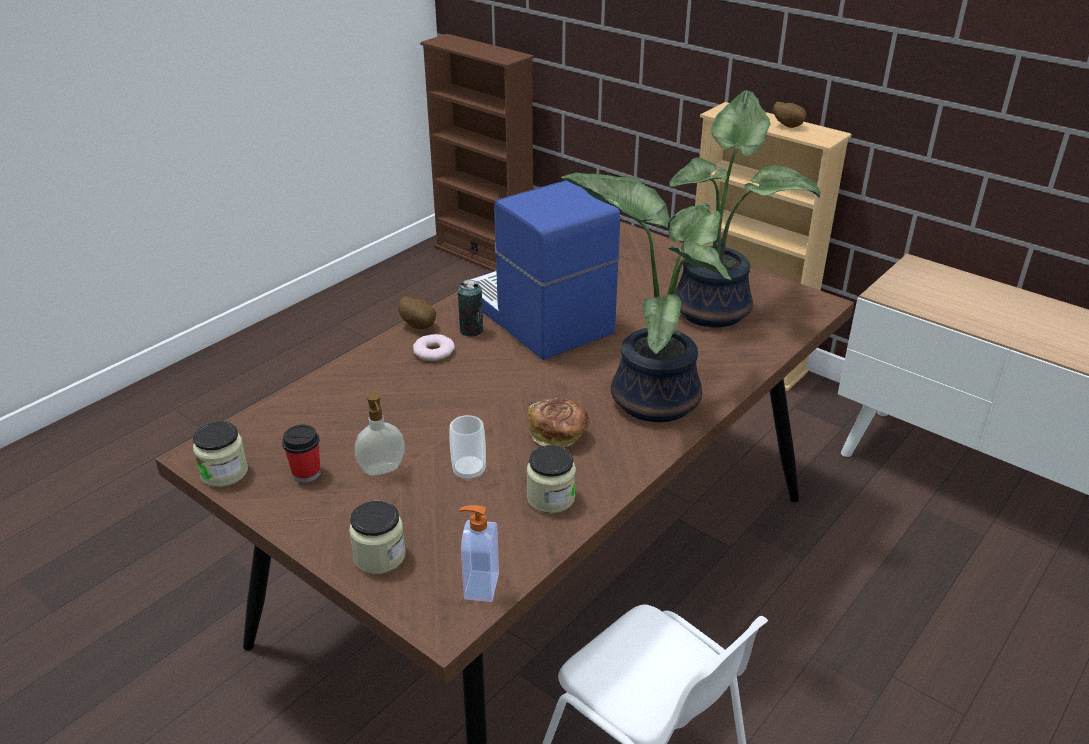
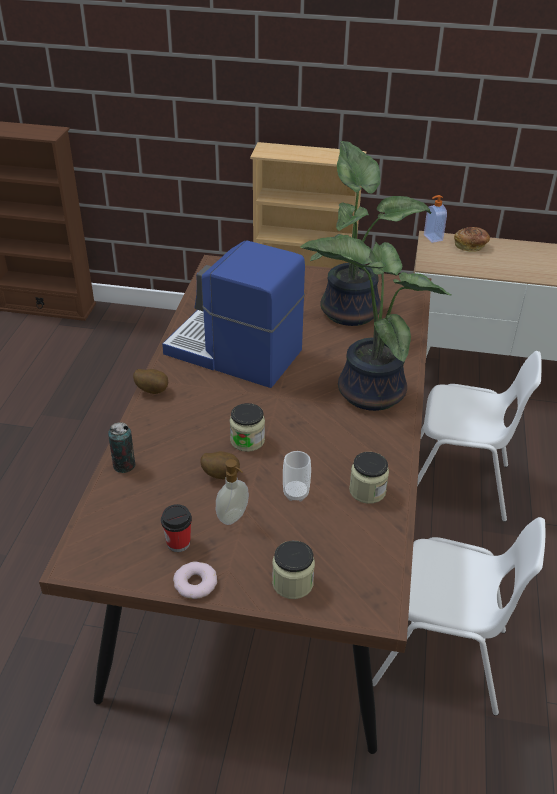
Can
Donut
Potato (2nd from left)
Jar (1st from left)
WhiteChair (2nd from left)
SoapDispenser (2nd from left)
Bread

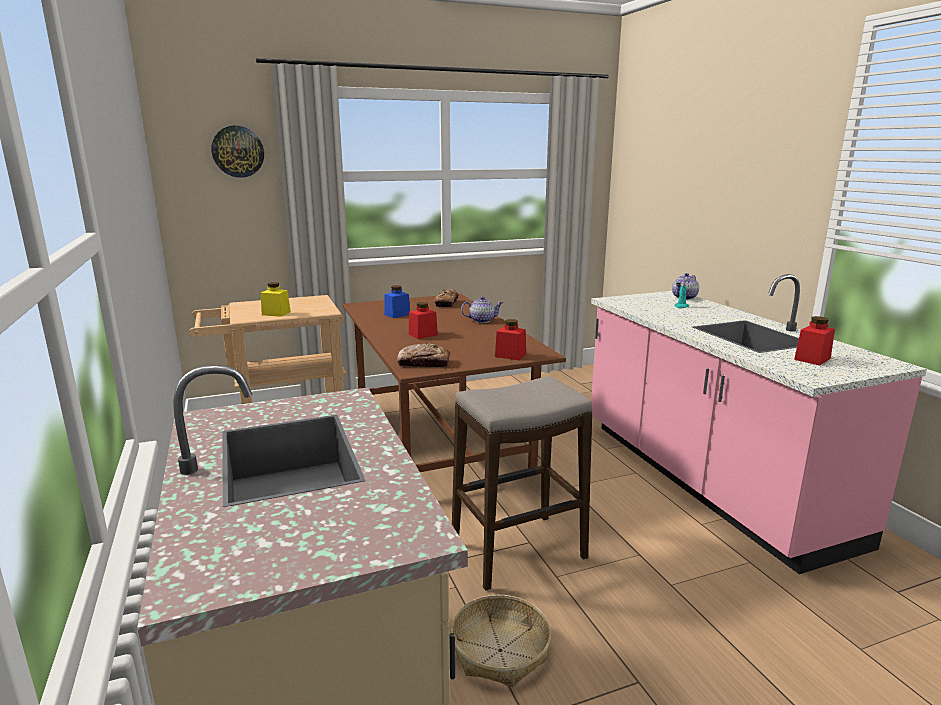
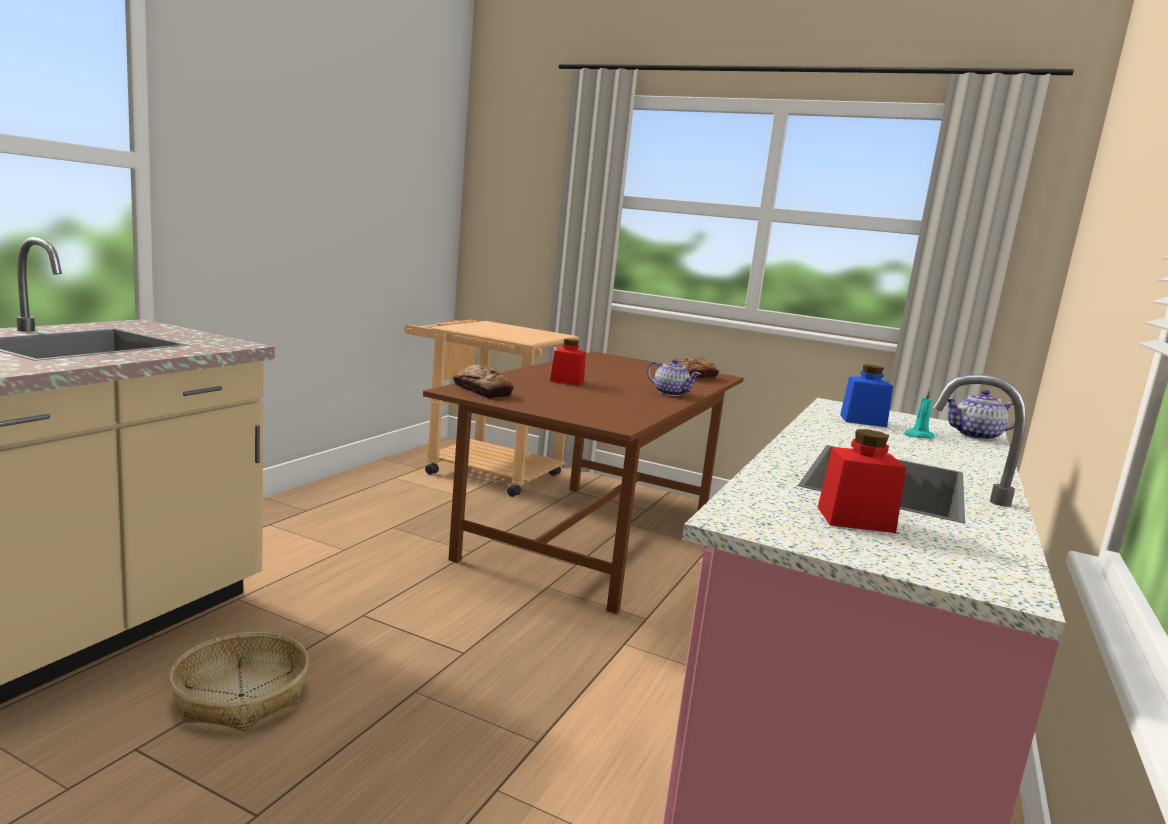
BlueJar
WallClock
YellowJar
Stool
RedJar (2nd from left in the first image)

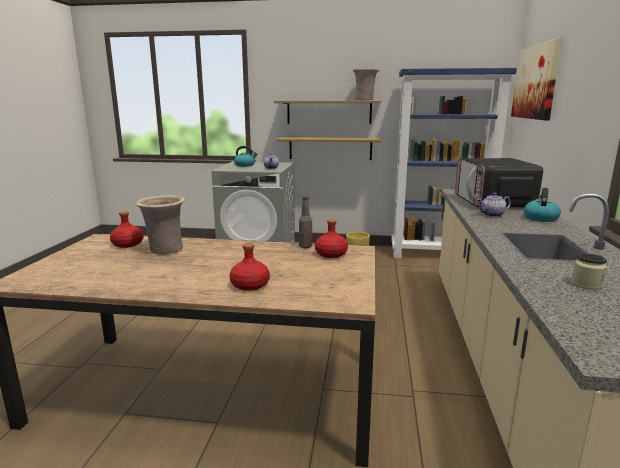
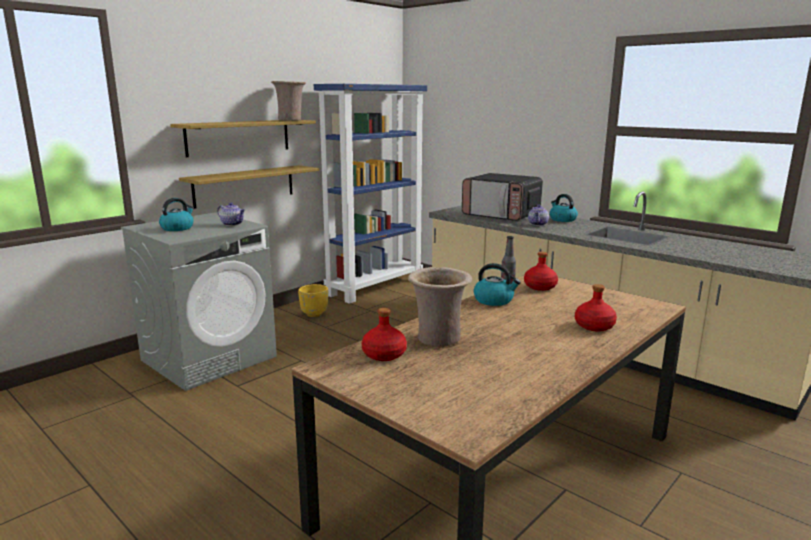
Kettle (2nd from left)
Picture
Jar

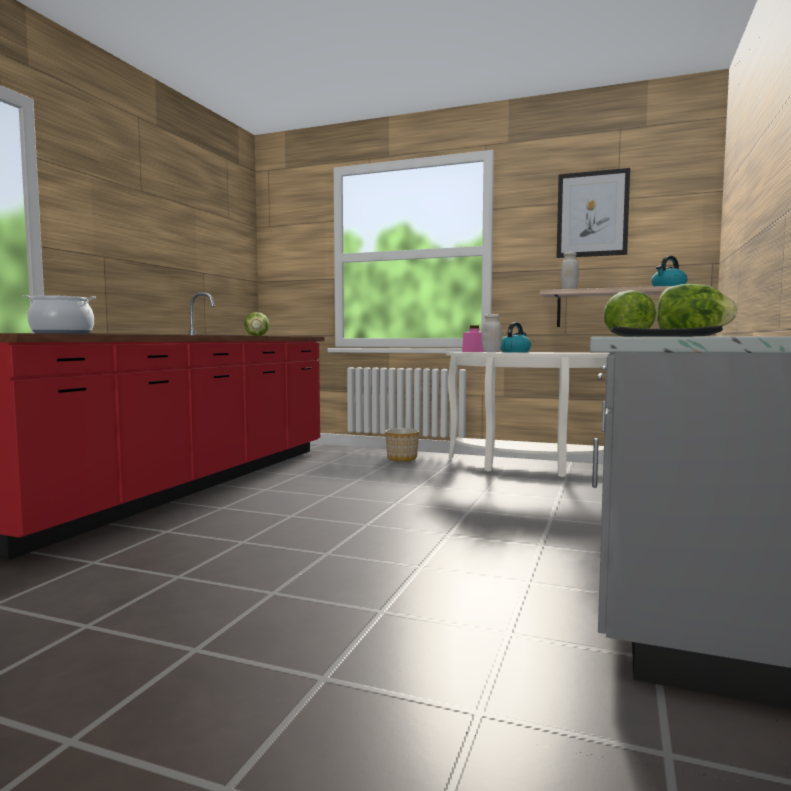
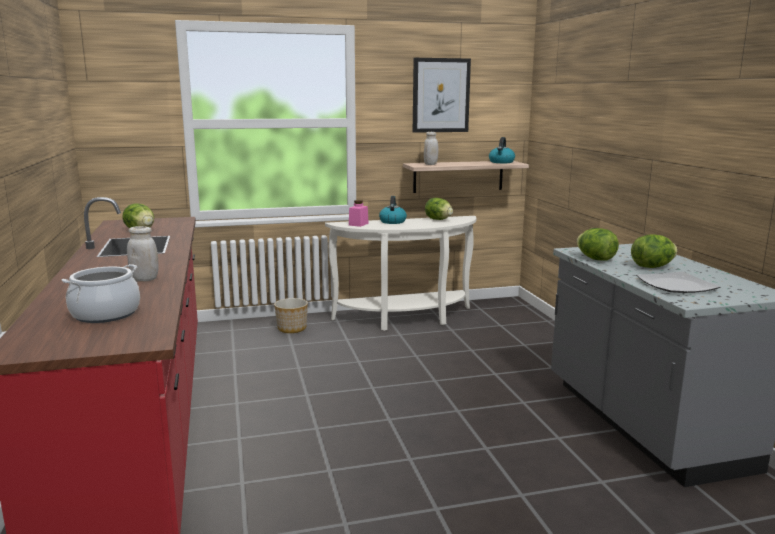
WhiteJar (1st from left)
Lettuce (2nd from left)

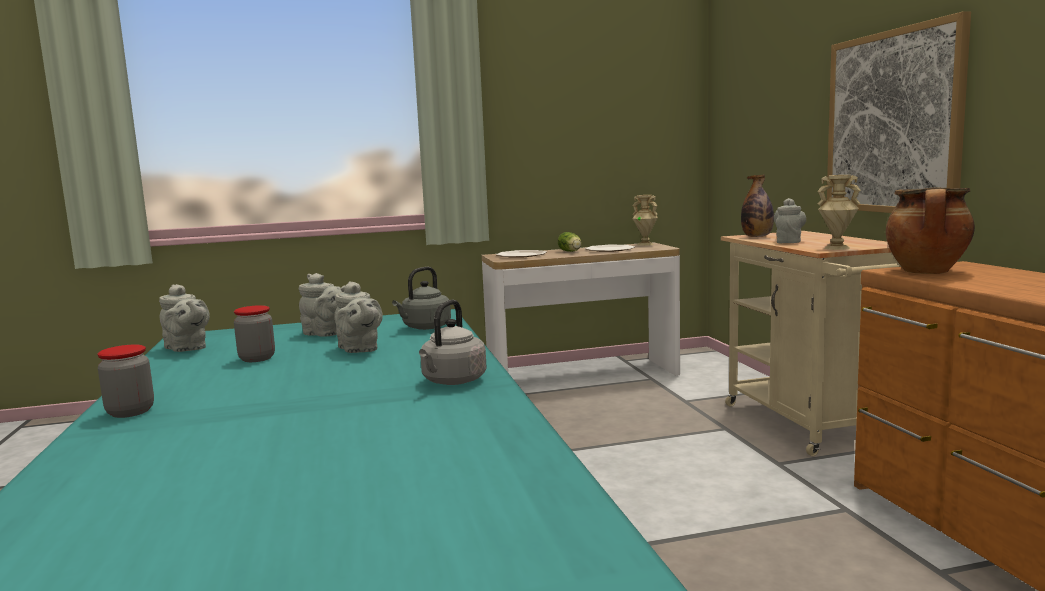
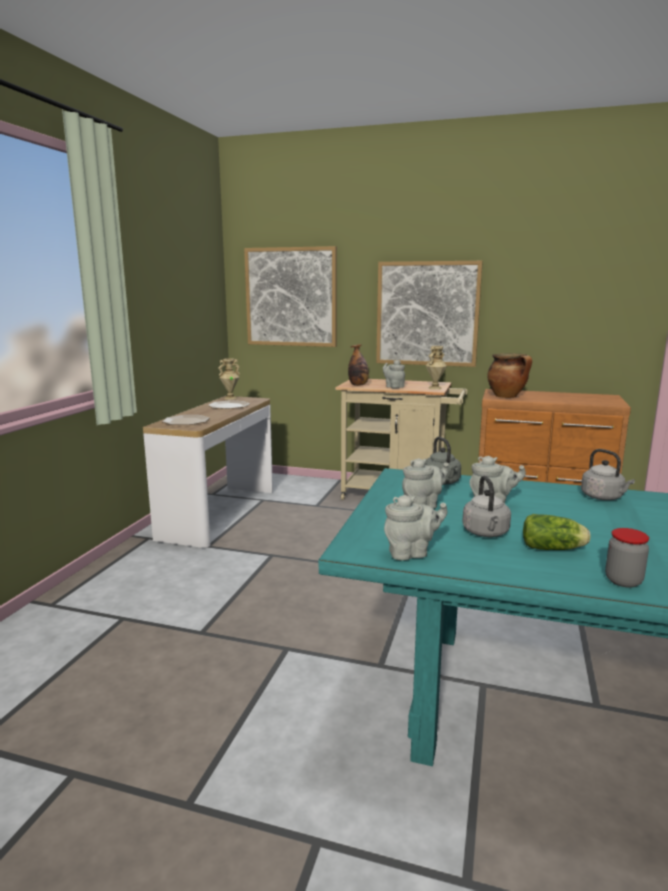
Picture (1st from left)
GreyKettle (2nd from left)
Lettuce

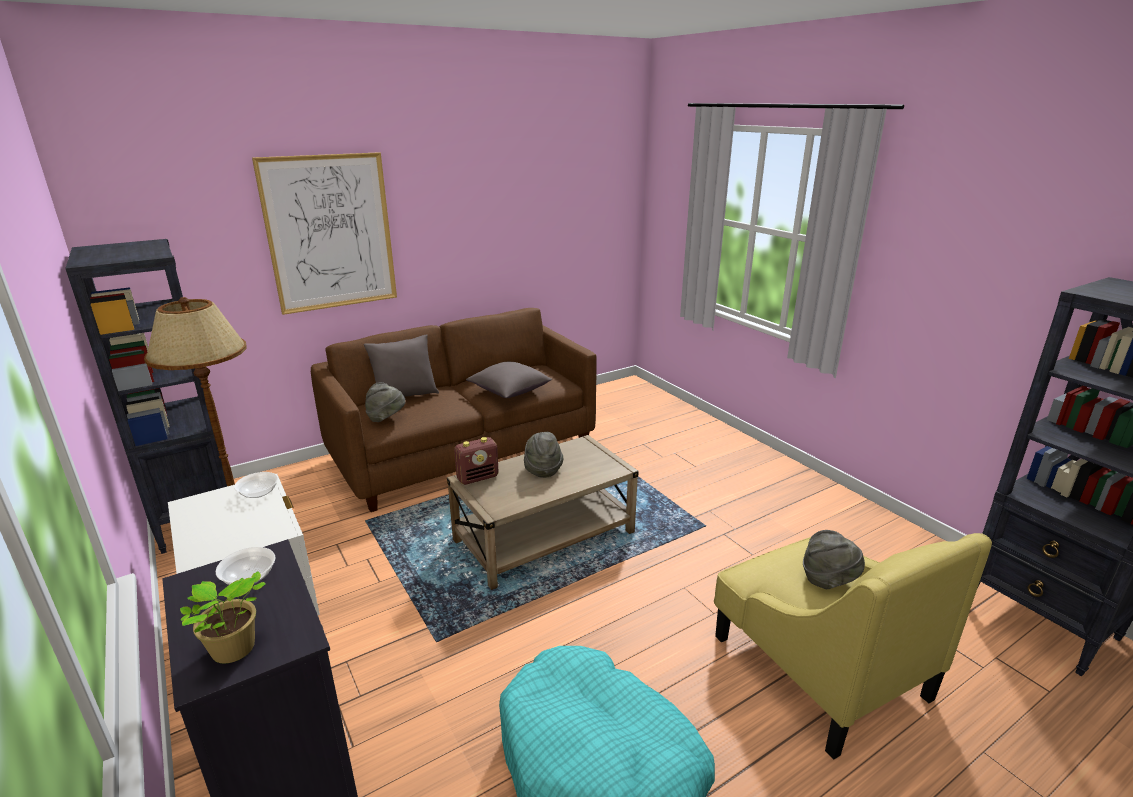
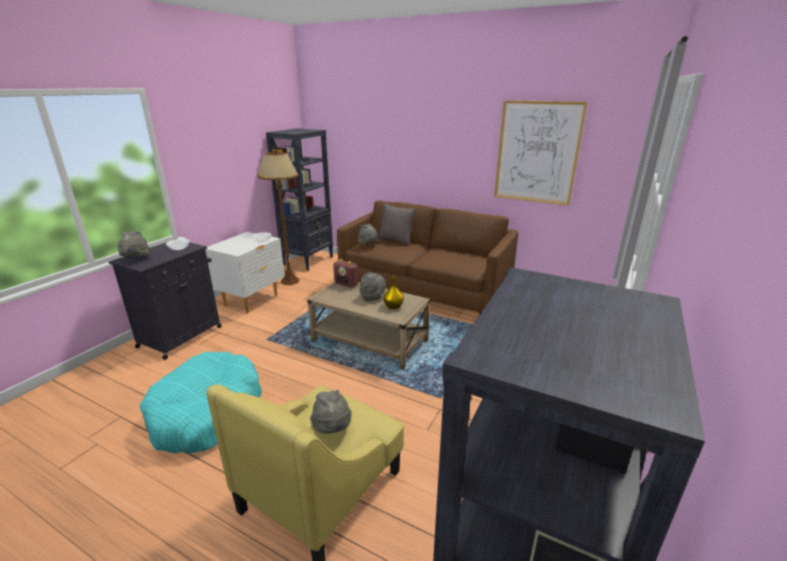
GreyHat (1st from left)
YellowVase
Picture
GreyPillow (2nd from left in the first image)

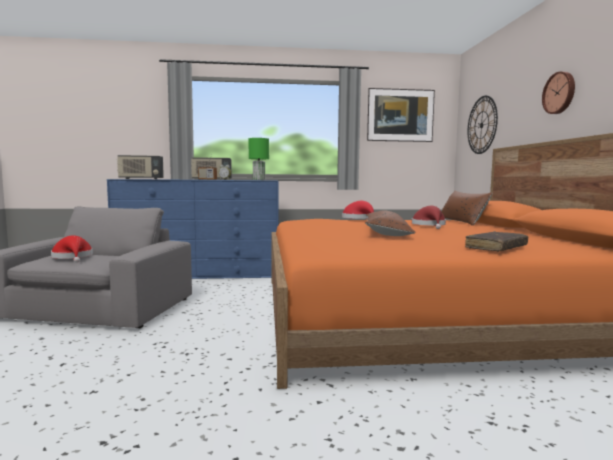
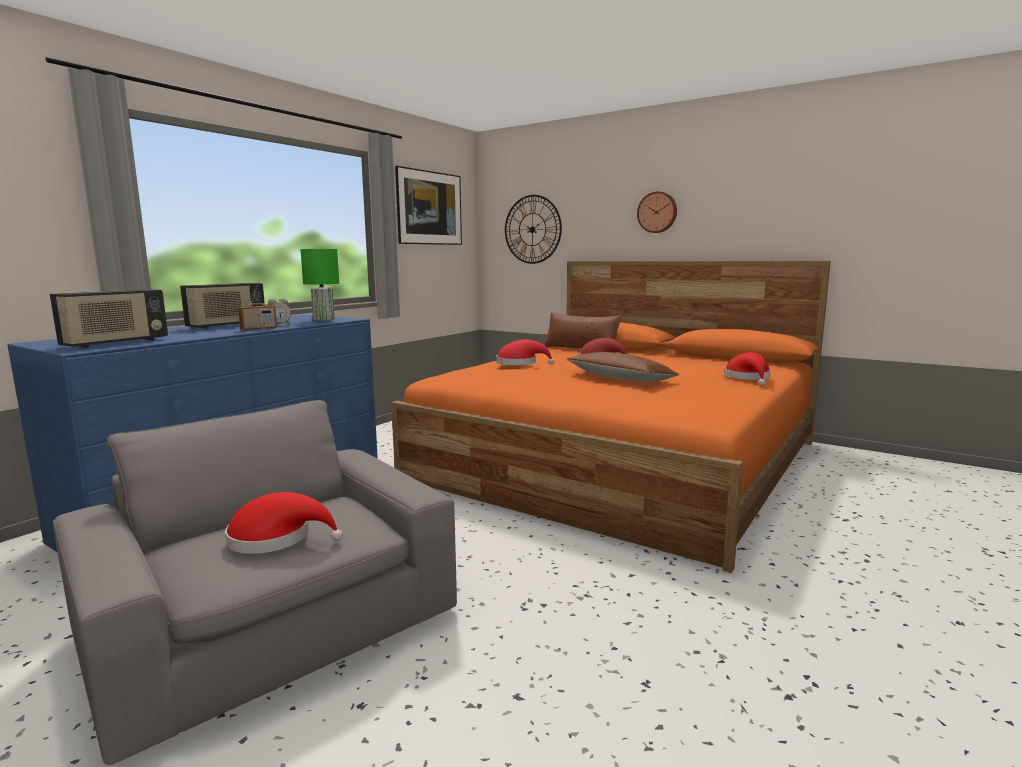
RedHat (4th from left)

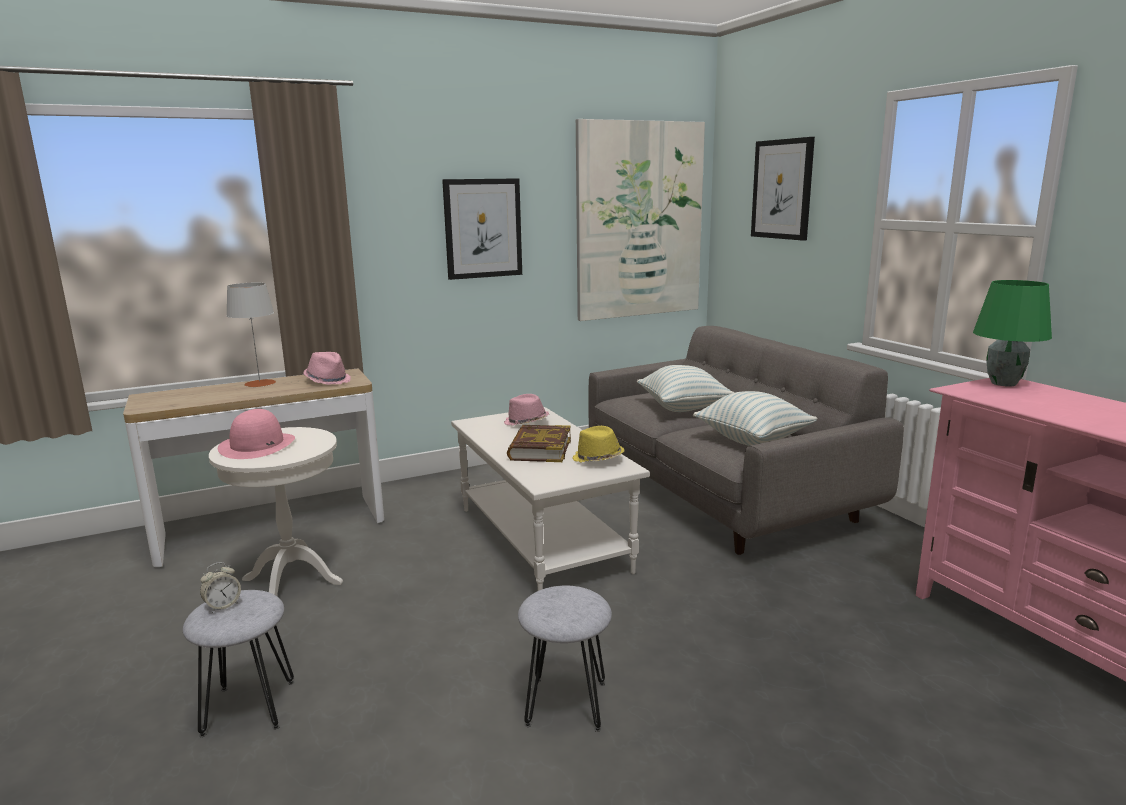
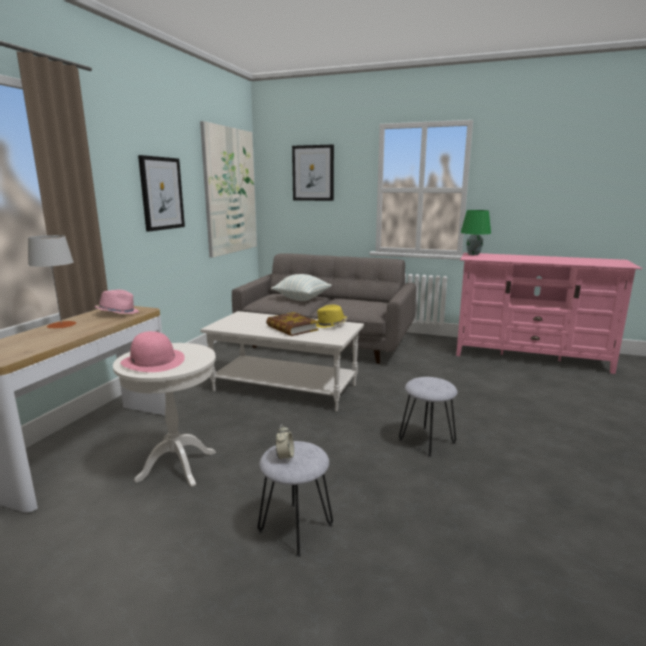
PinkHat (3rd from left in the first image)
Pillow (2nd from left in the first image)

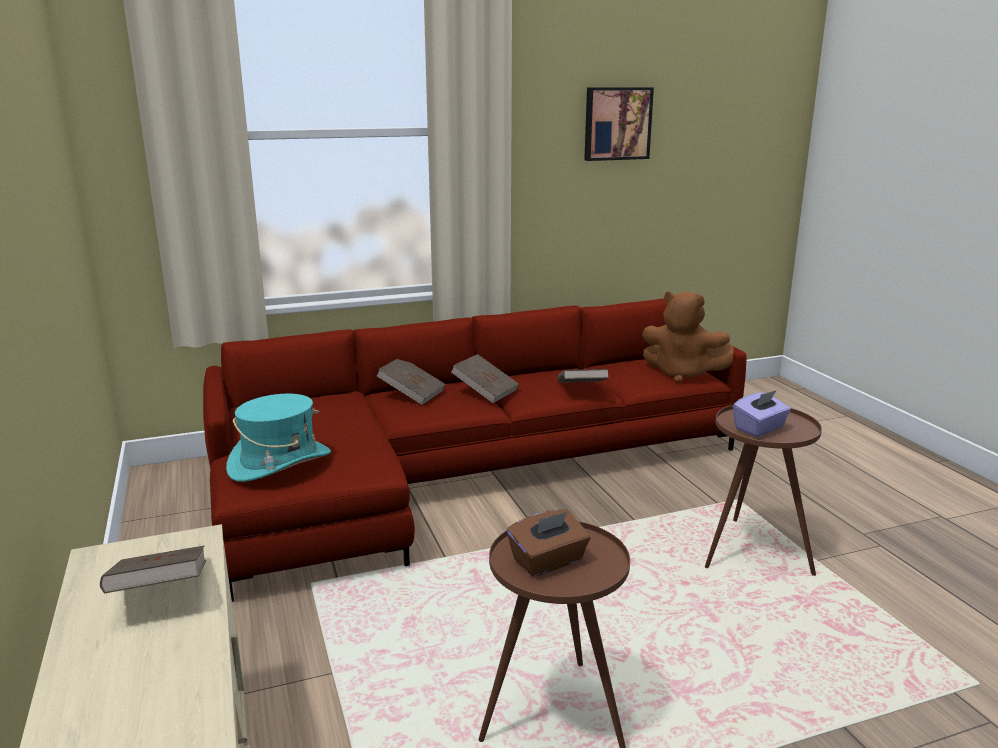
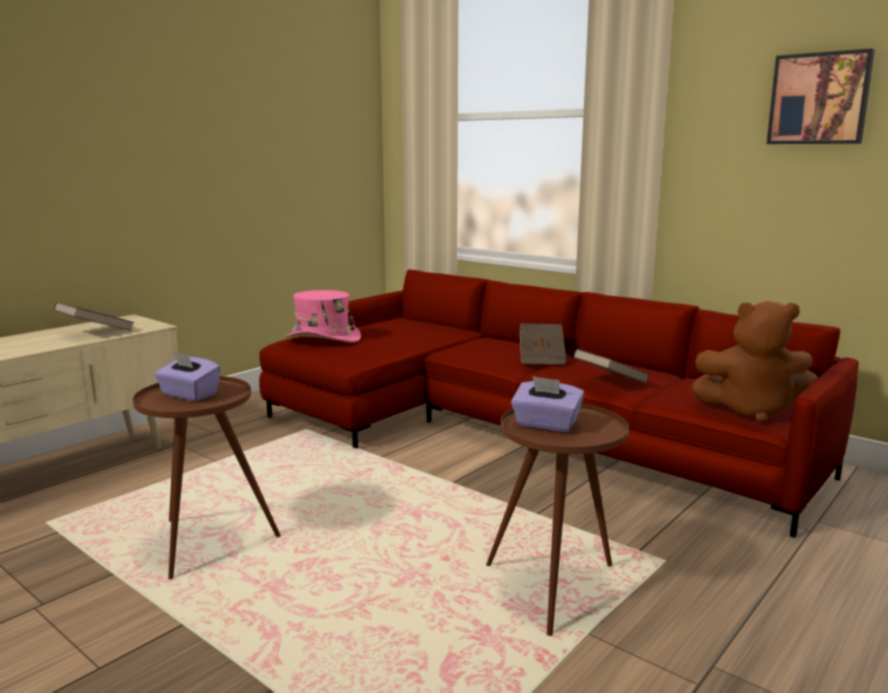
PurpleTissueBox (1st from left)
PinkHat
BrownPlushToy
BrownBook (2nd from left in the first image)

